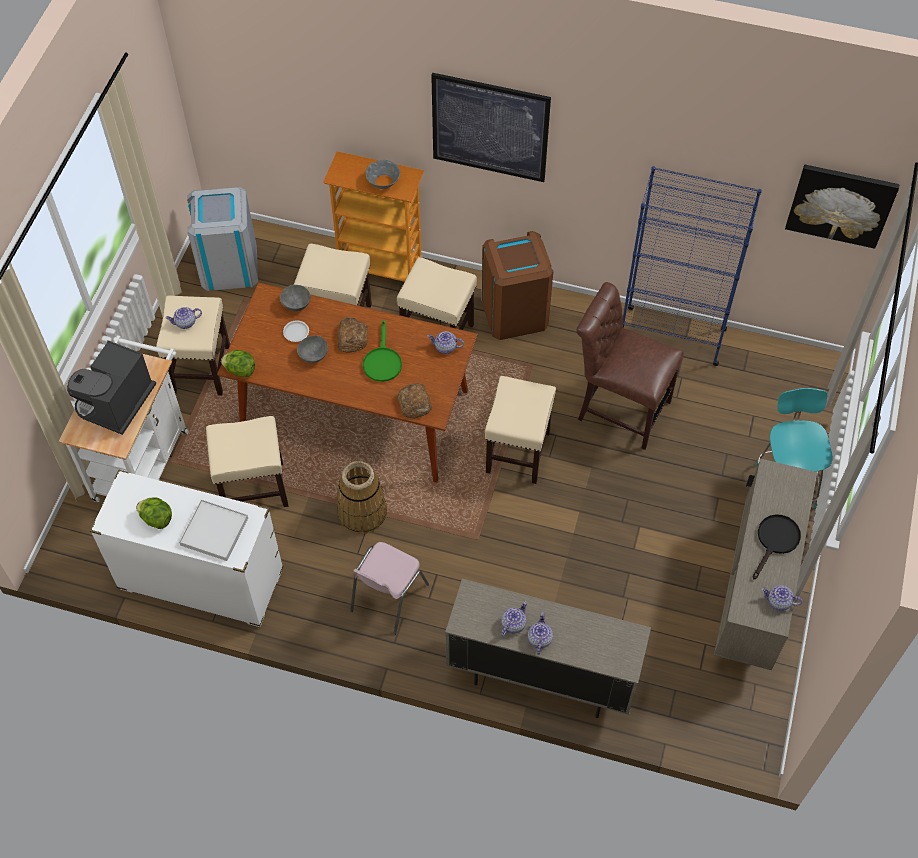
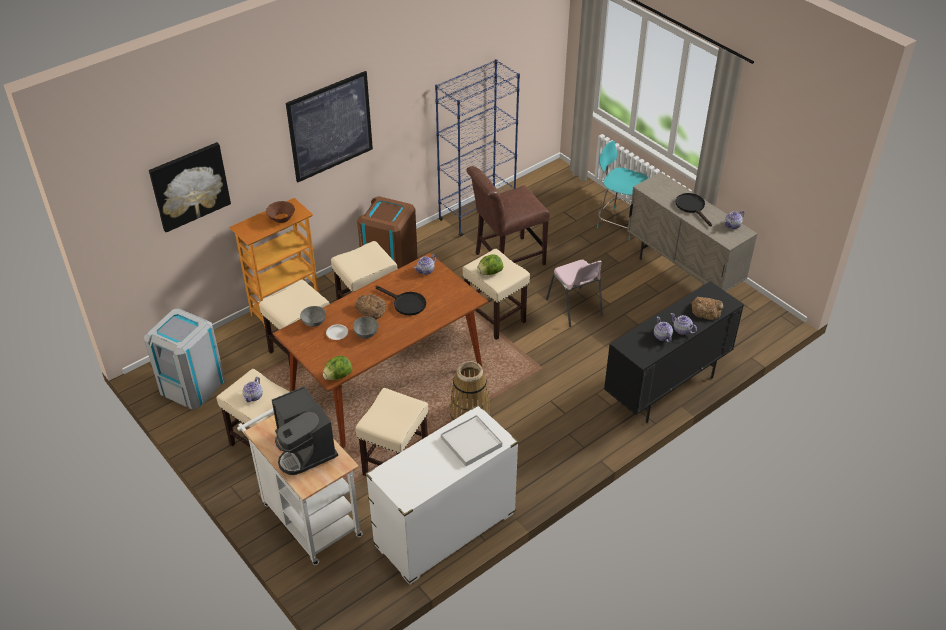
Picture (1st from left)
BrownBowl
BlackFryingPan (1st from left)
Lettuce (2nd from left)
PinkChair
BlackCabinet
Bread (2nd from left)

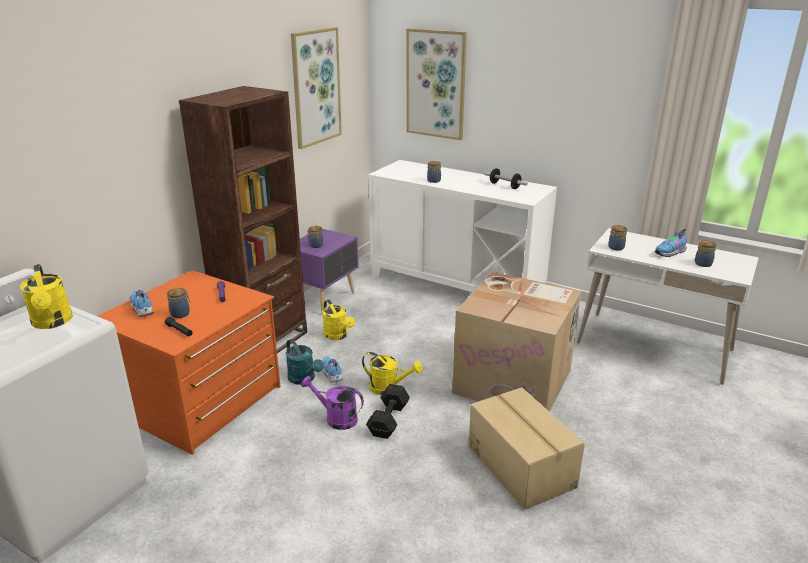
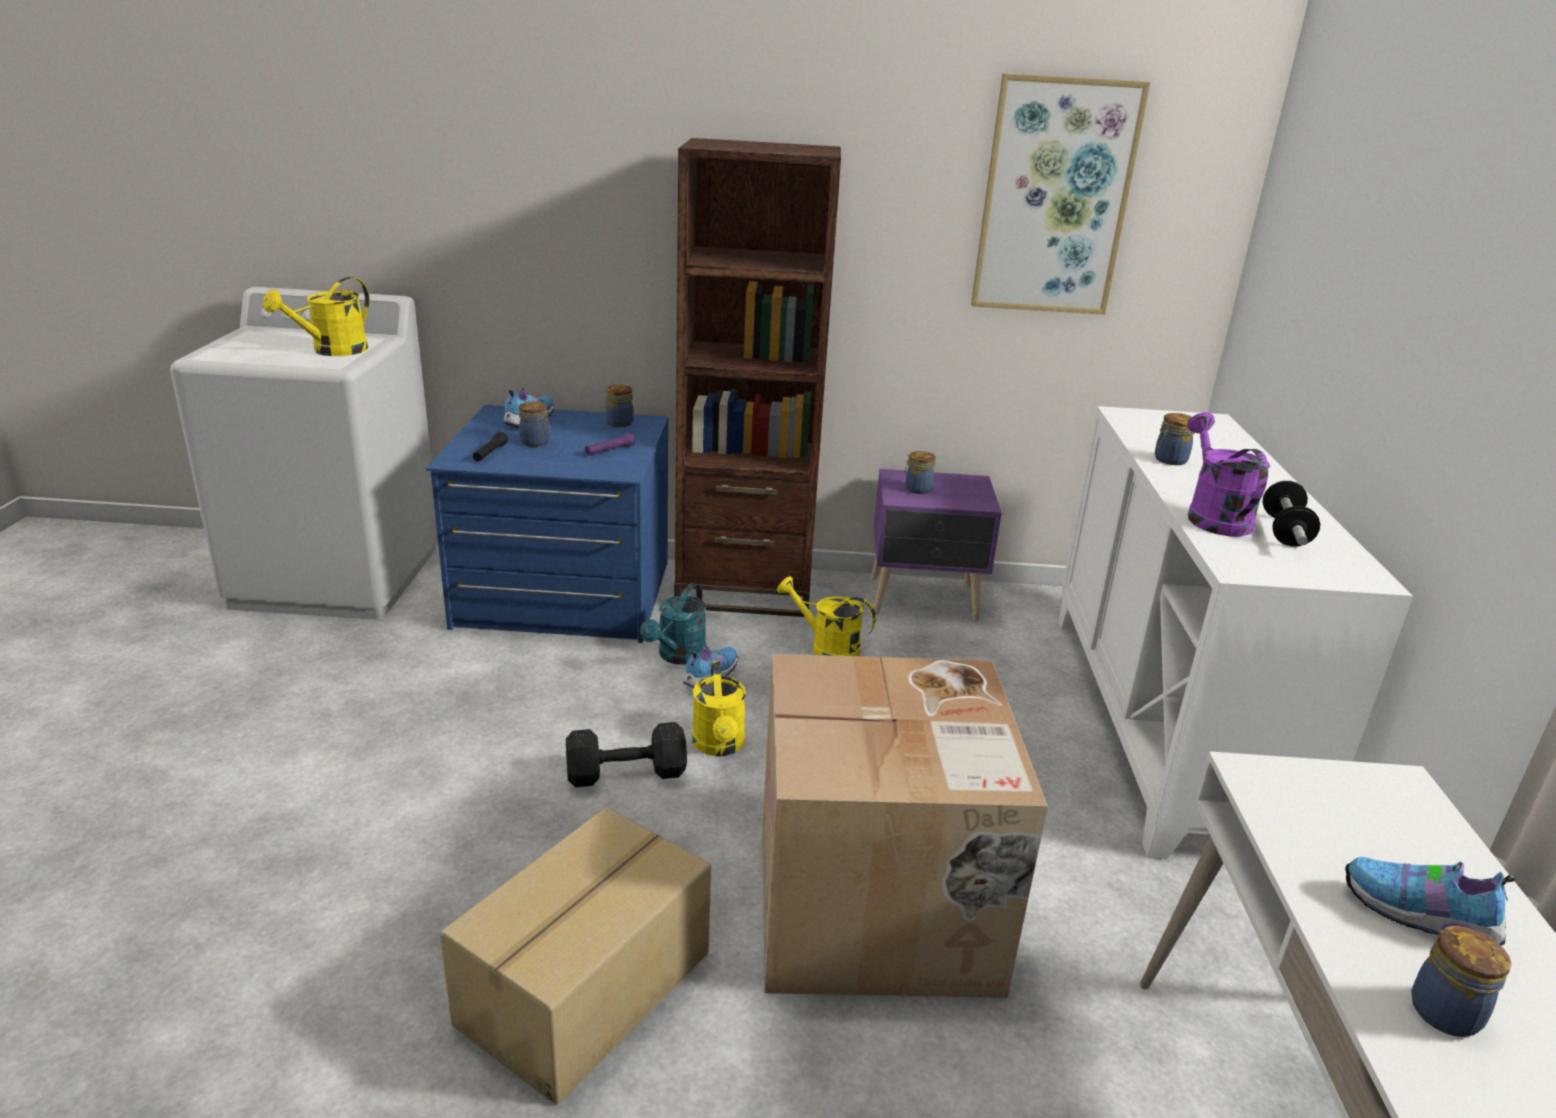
BlueDresser
Jar (2nd from left)
YellowWateringCan (3rd from left)
PurpleWateringCan
Picture (2nd from left in the first image)

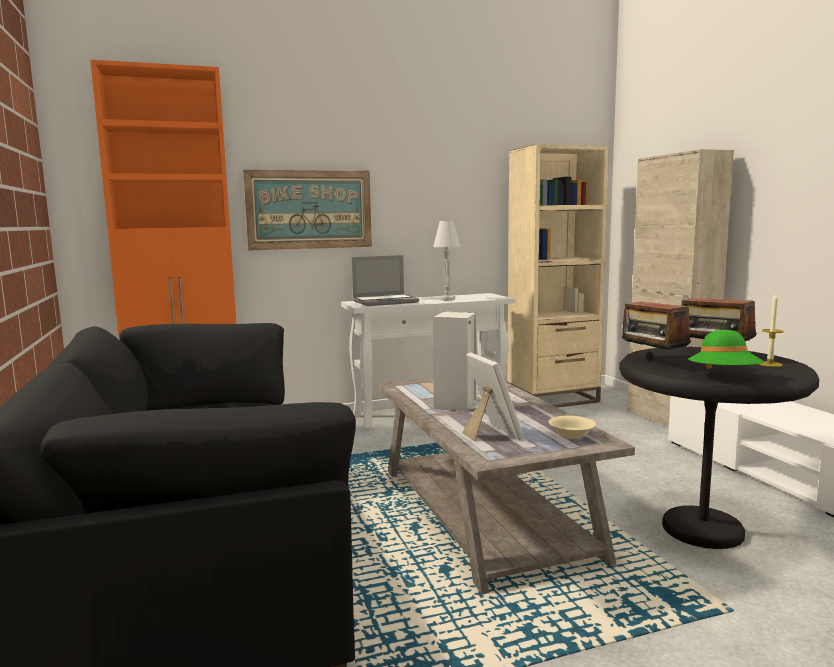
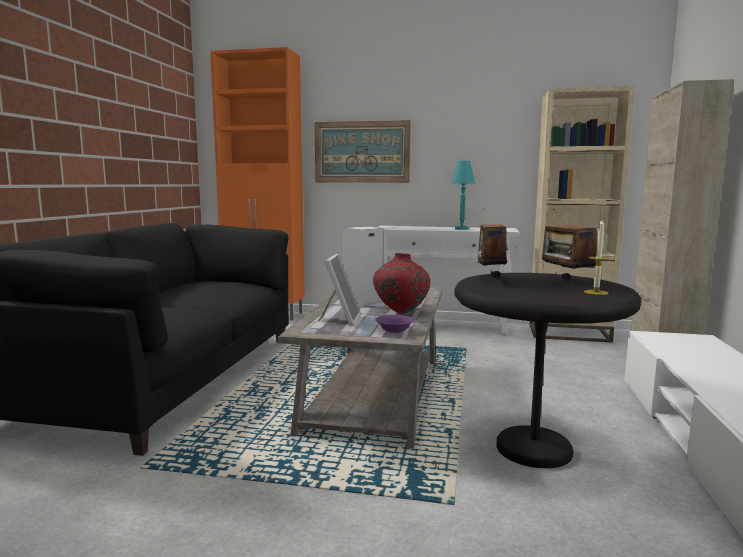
RedVase
PurpleBowl
TurquoiseTableLamp
Laptop
GreenHat

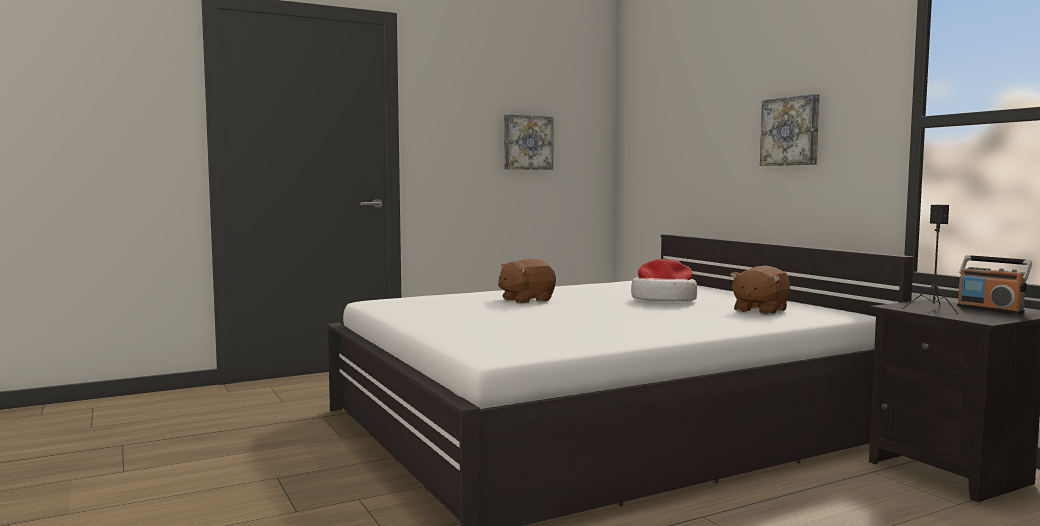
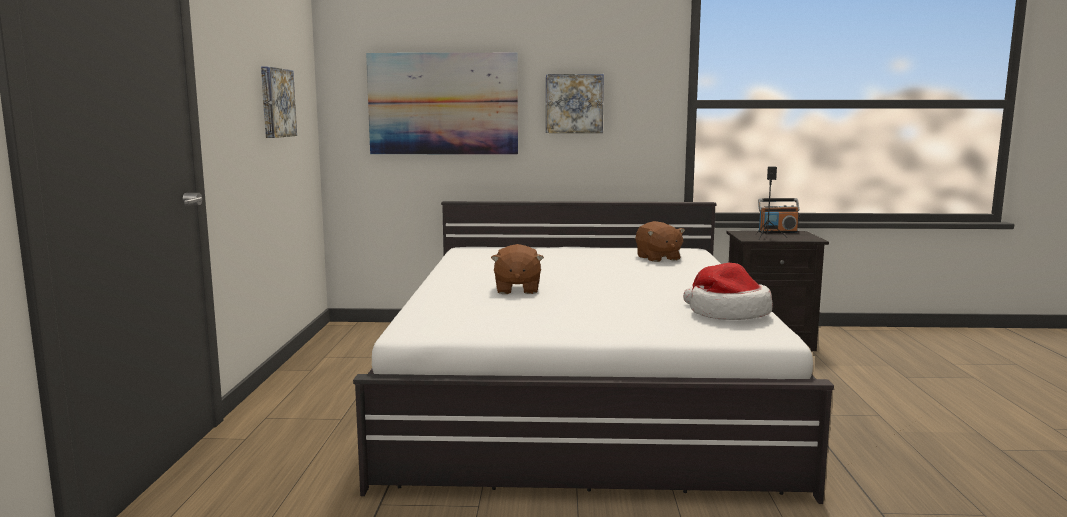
Picture (2nd from left)
Hat

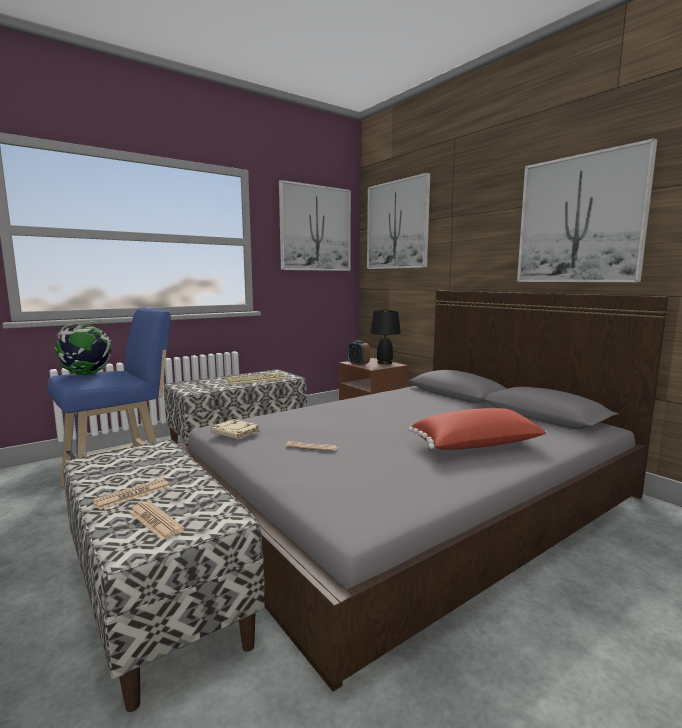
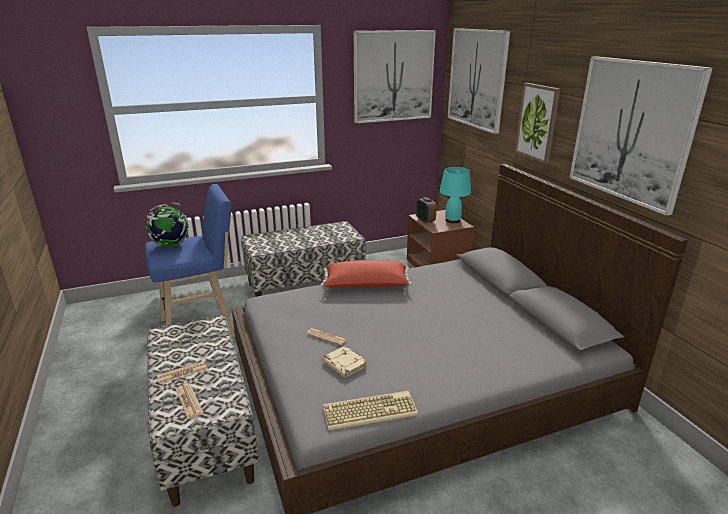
RedPillow
BeigeBook
Keyboard
TurquoiseTableLamp
Picture (3rd from left)

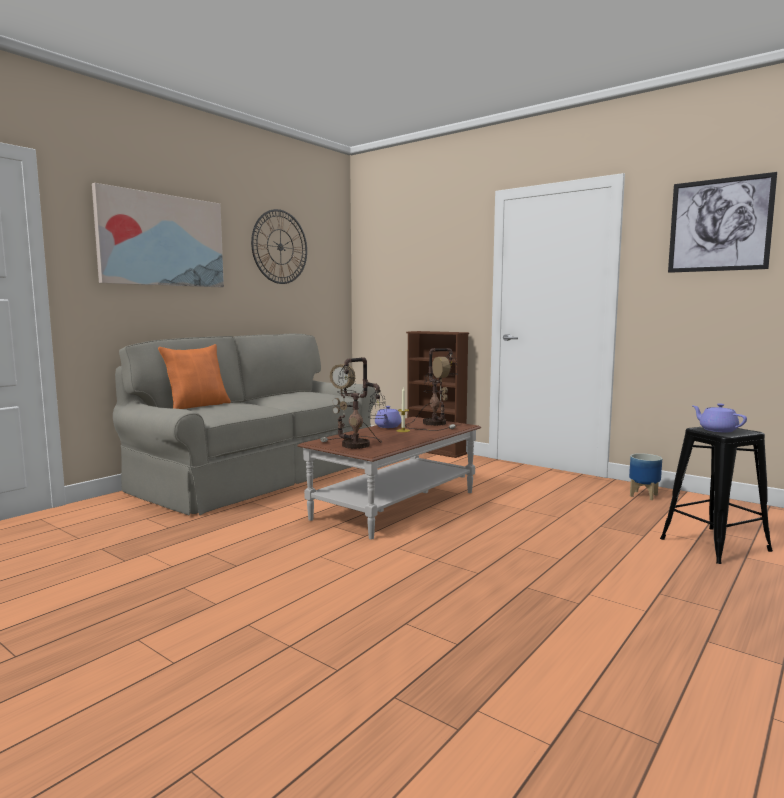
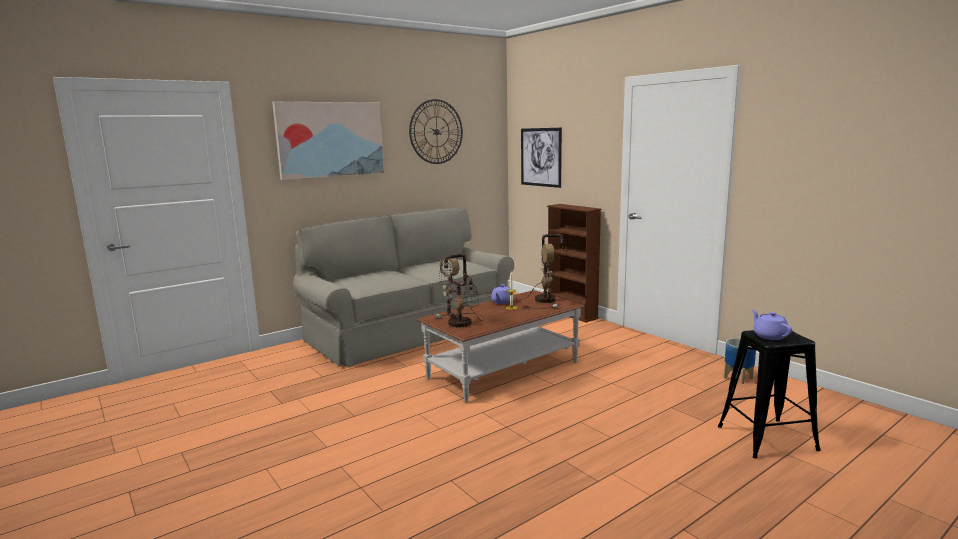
Picture (2nd from left)
OrangePillow

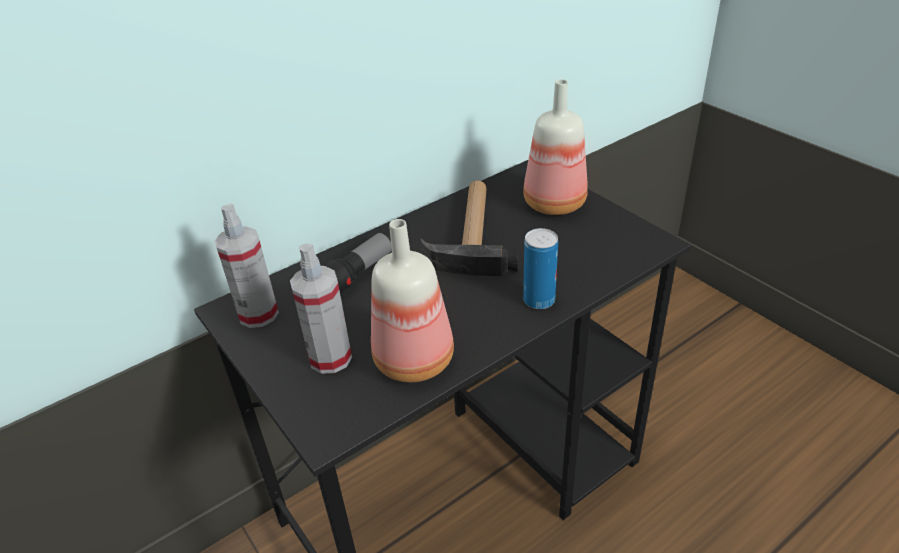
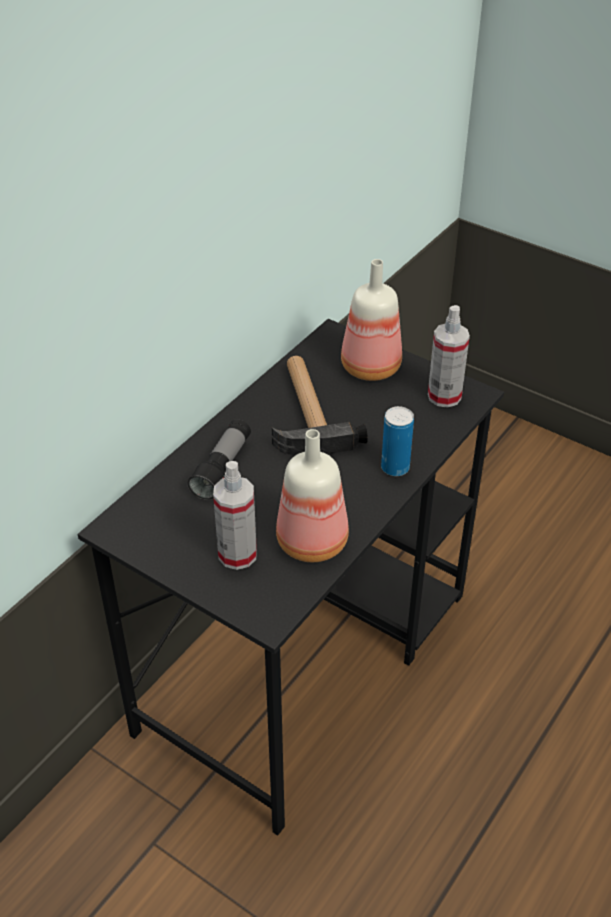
SprayBottle (2nd from left)

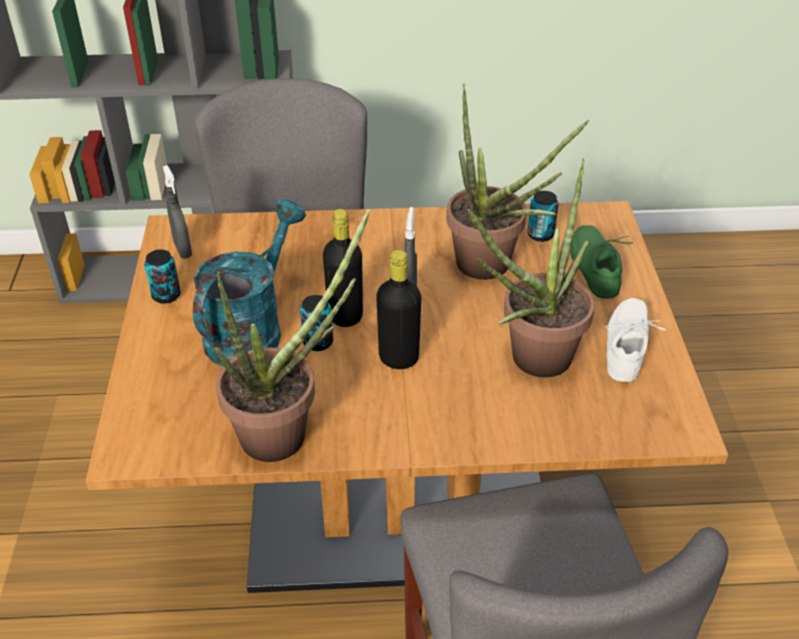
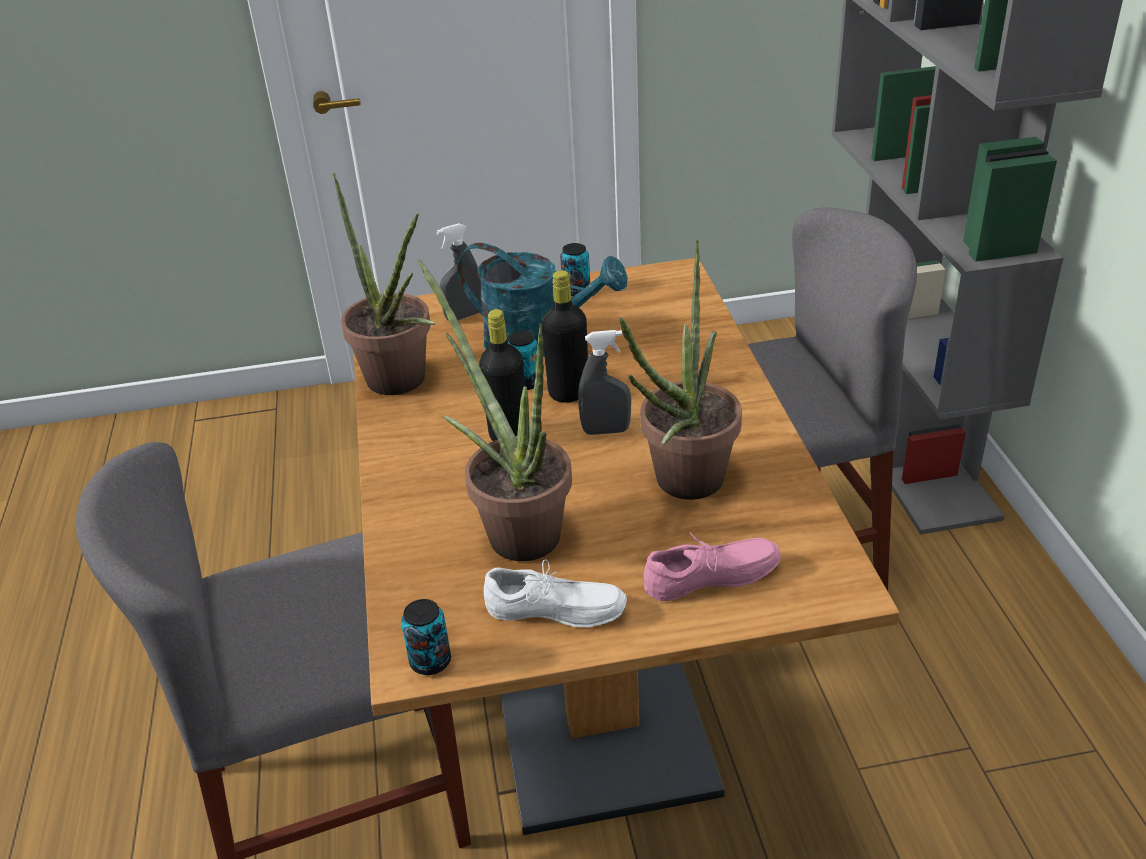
Can (1st from left)
GreySprayBottle (1st from left)
PinkShoe

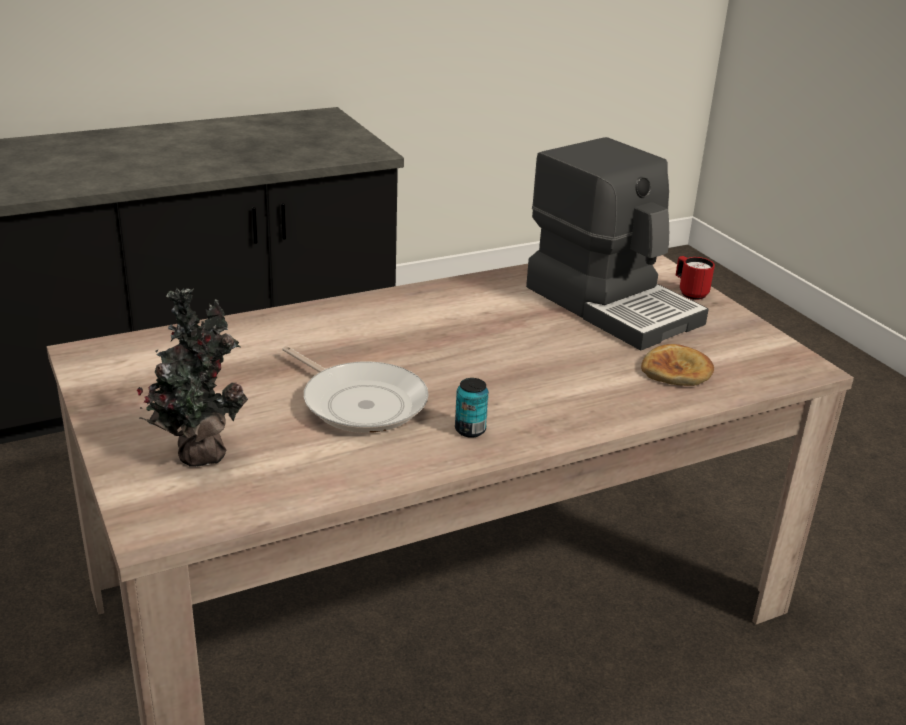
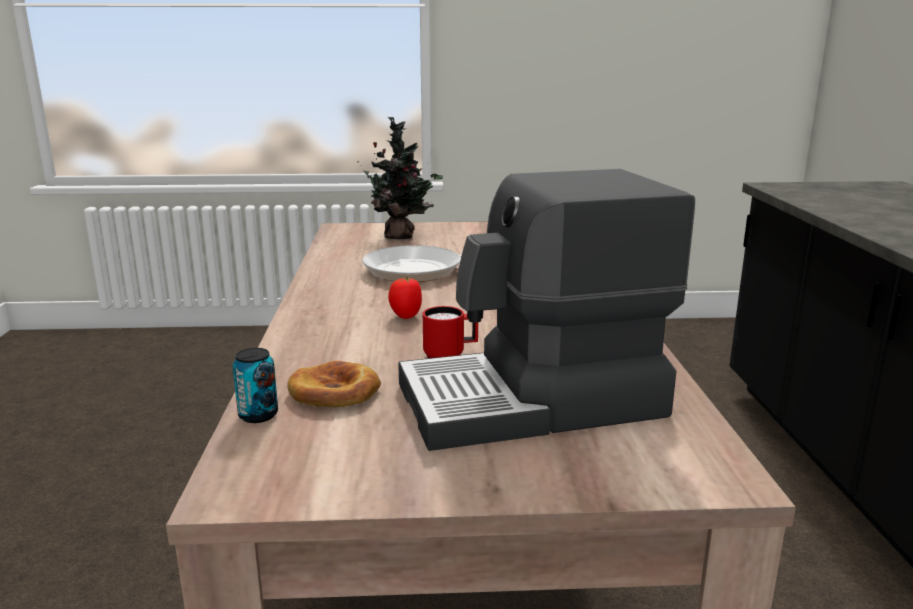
Can
Tomato
RedMug

